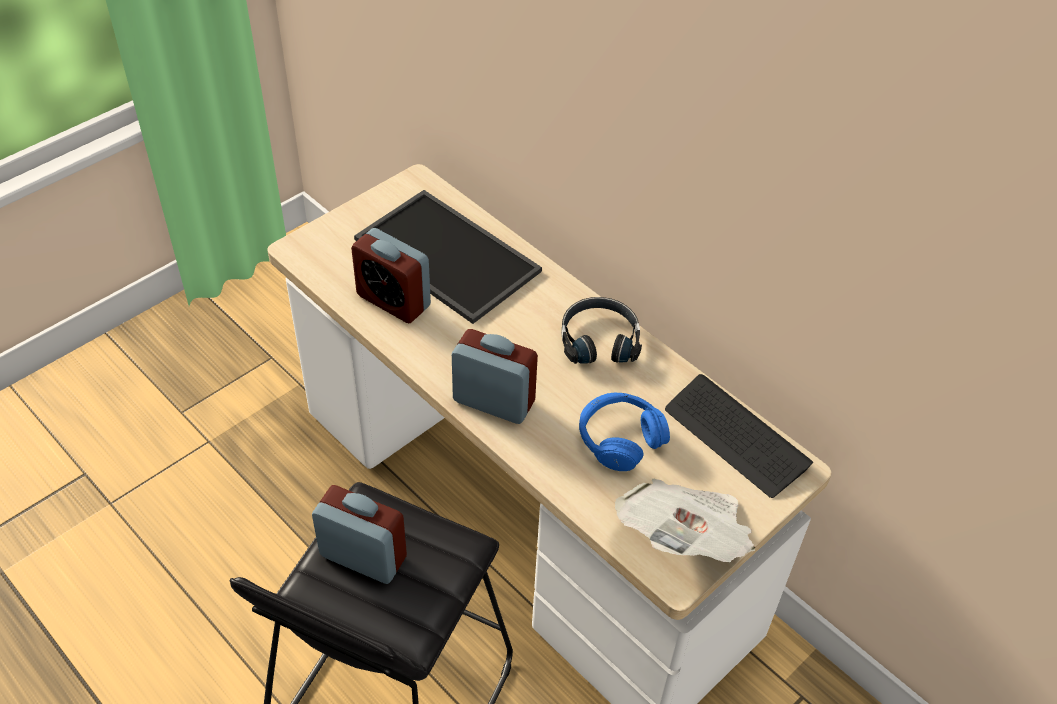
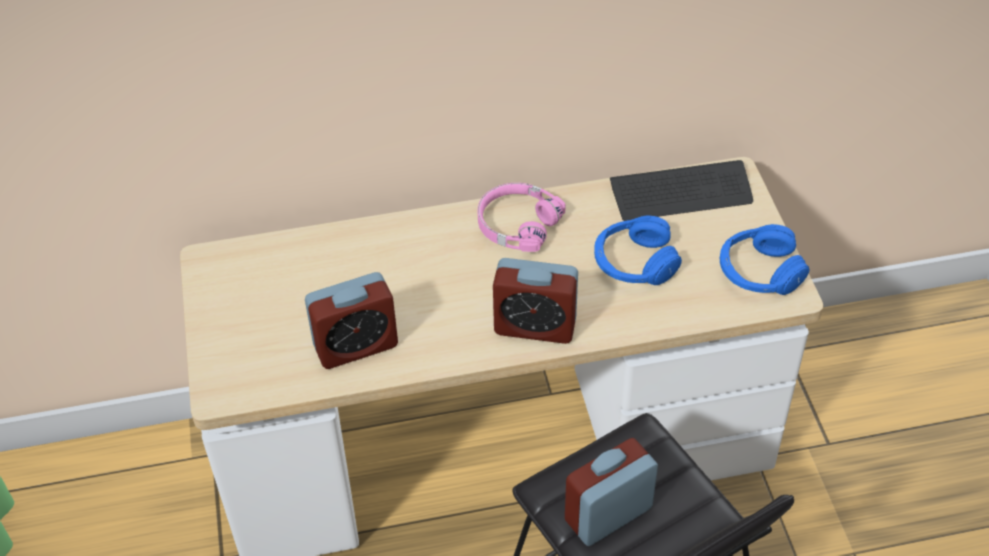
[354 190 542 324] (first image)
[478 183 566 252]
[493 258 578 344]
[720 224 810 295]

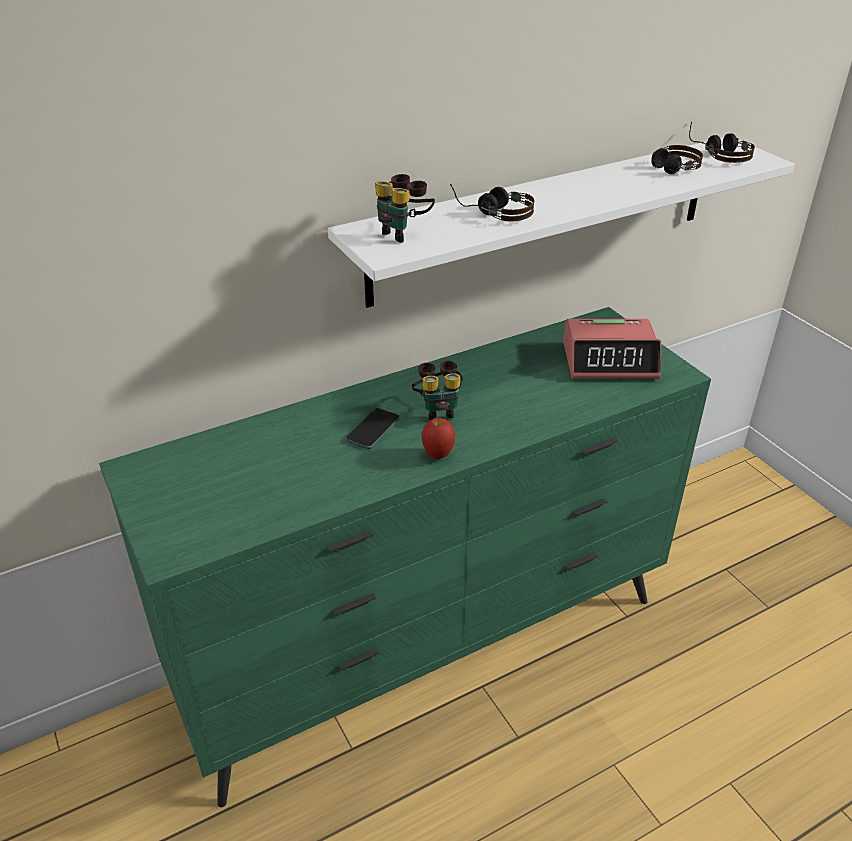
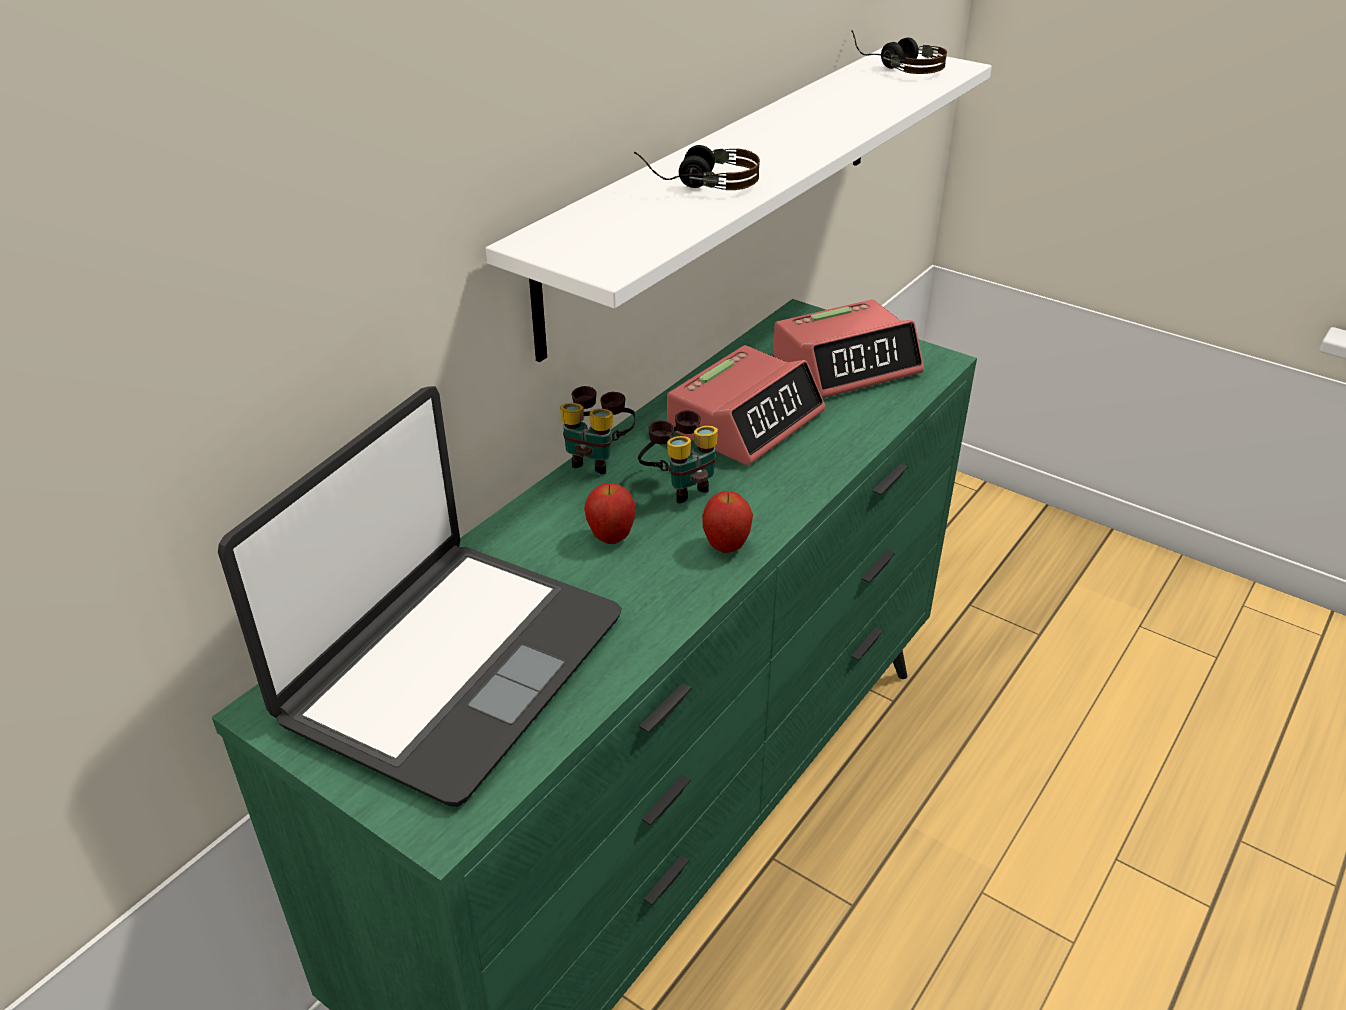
[651 145 703 174] (first image)
[560 386 635 474]
[584 483 636 544]
[667 345 825 465]
[218 386 621 807]

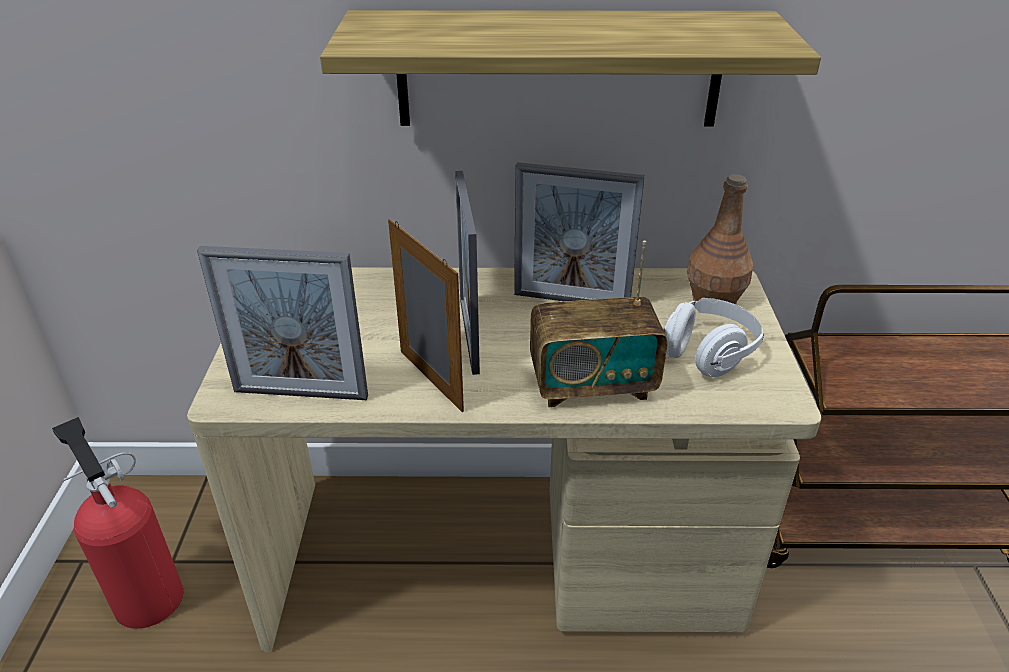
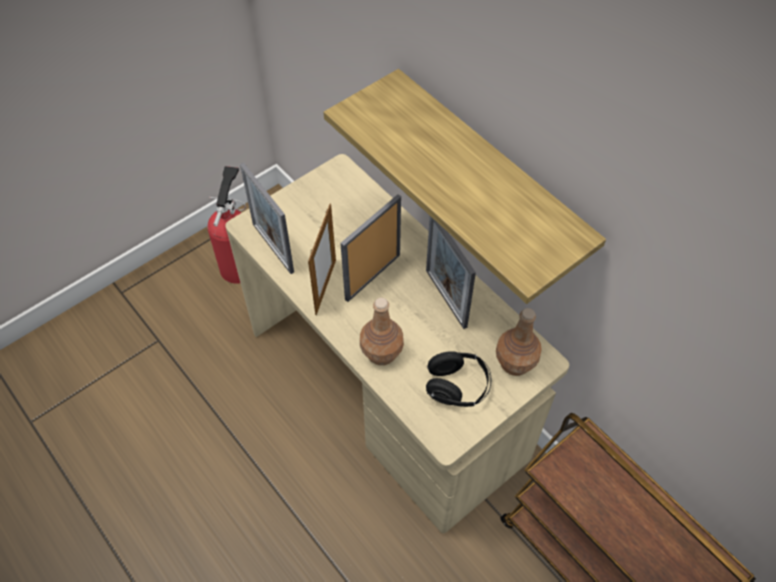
[360 297 404 365]
[426 351 491 407]

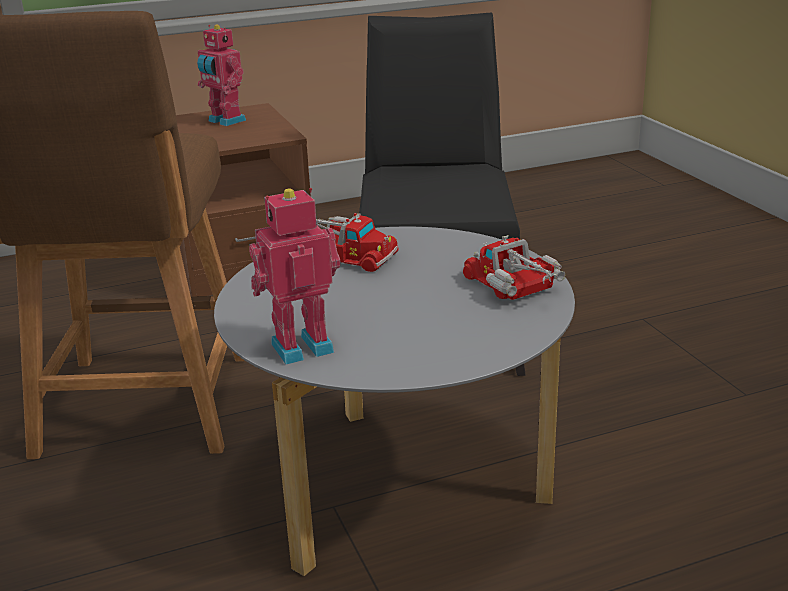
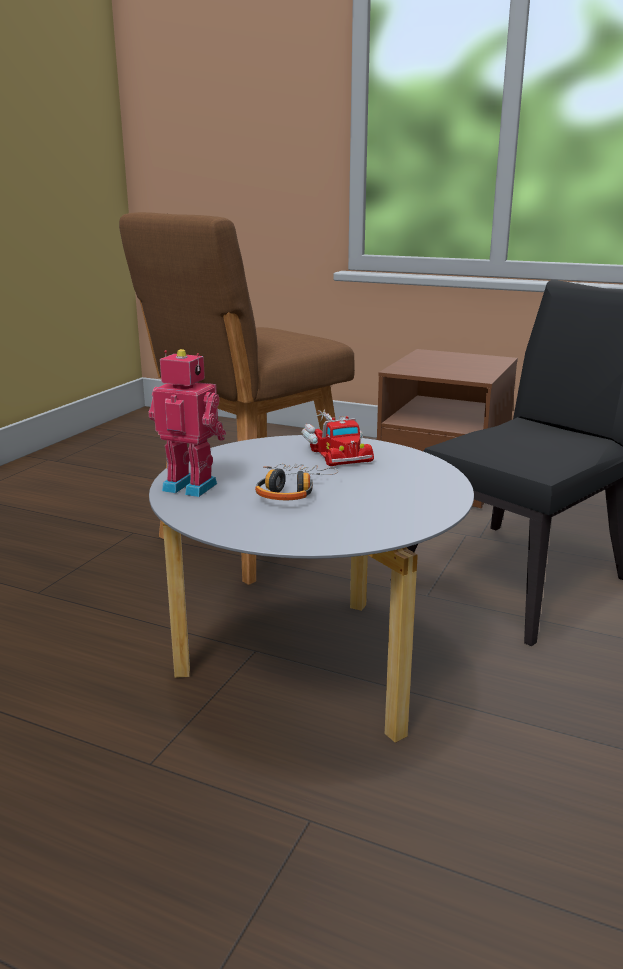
[197 25 246 126] (first image)
[463 235 566 300] (first image)
[255 464 338 500]

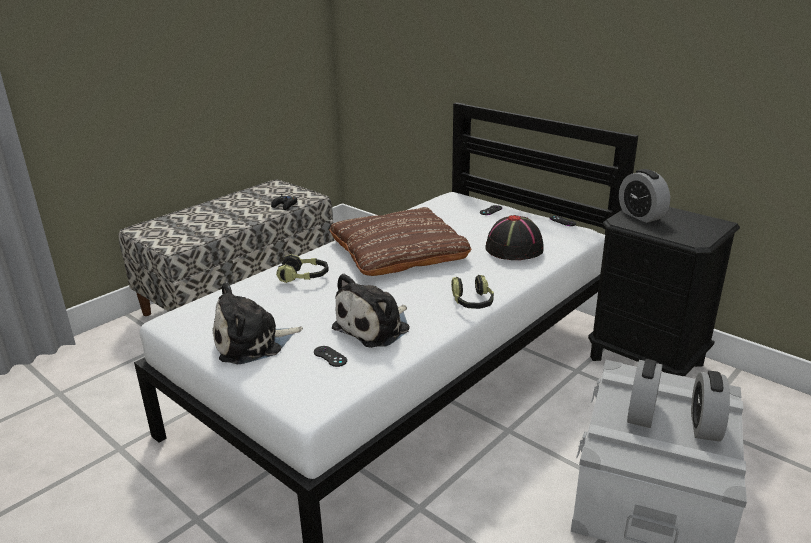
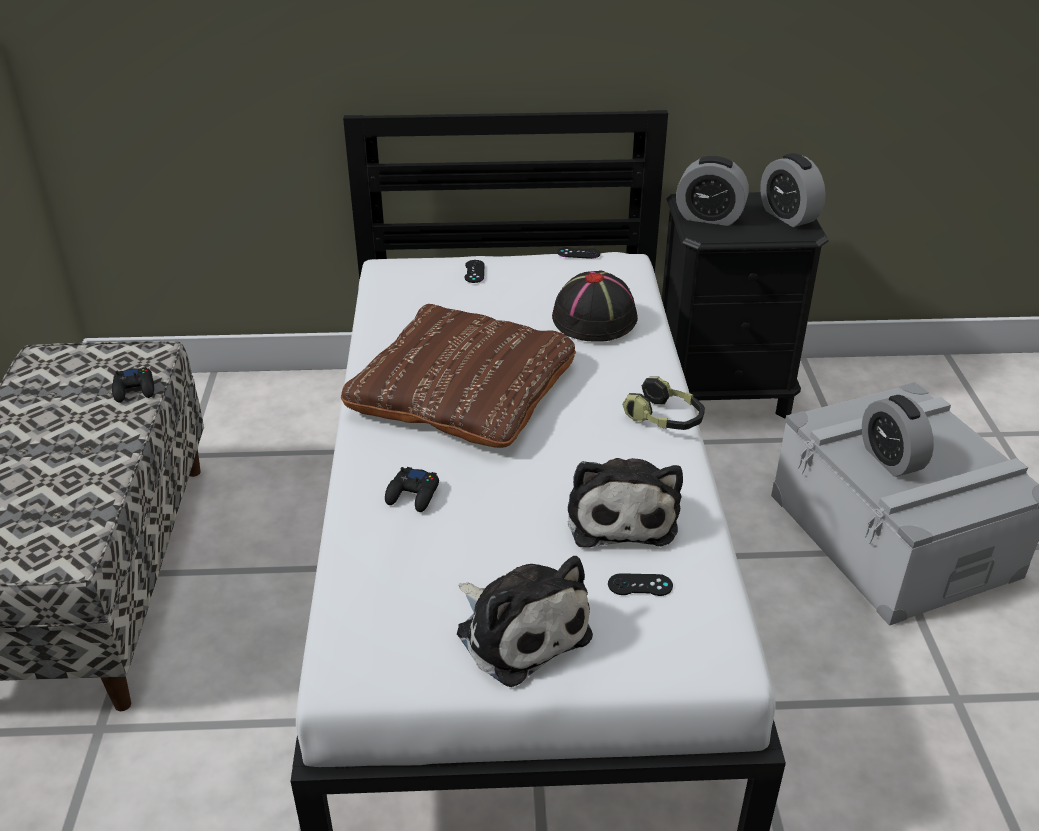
[385 467 439 512]
[457 556 593 687]
[760 153 826 227]

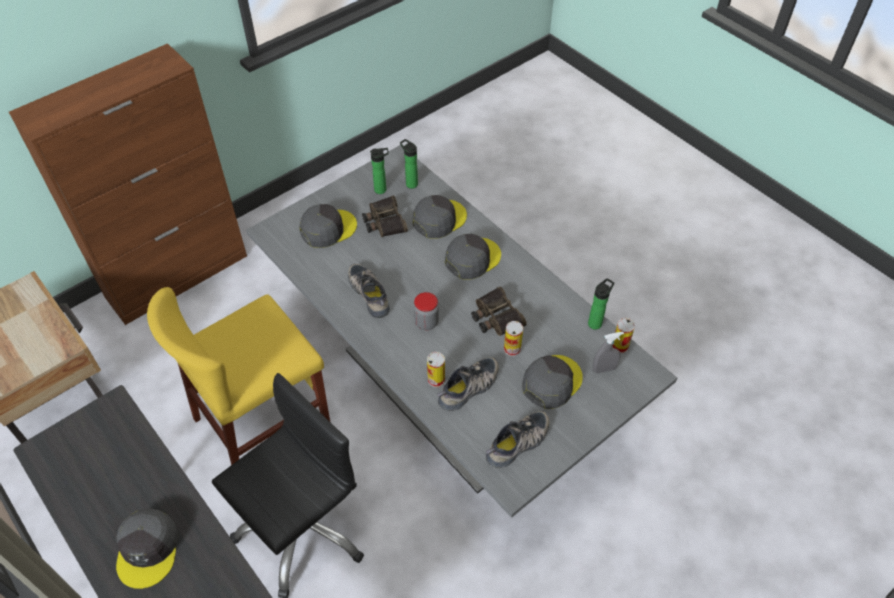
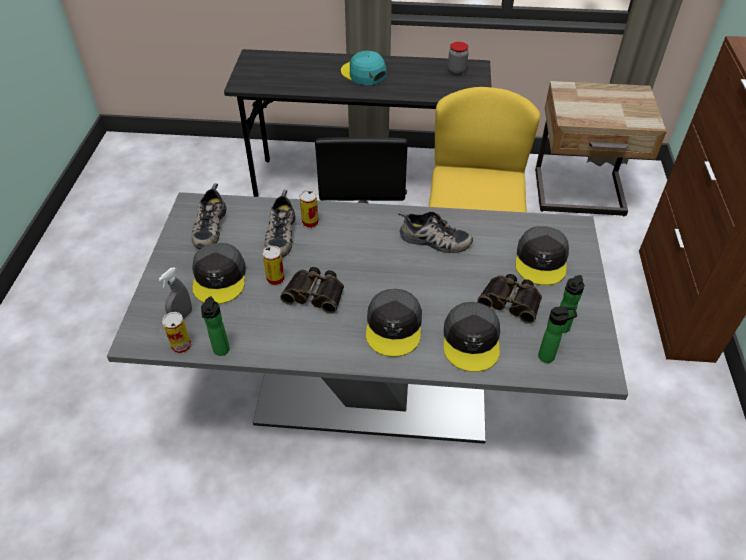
[448 42 469 75]
[341 50 387 85]

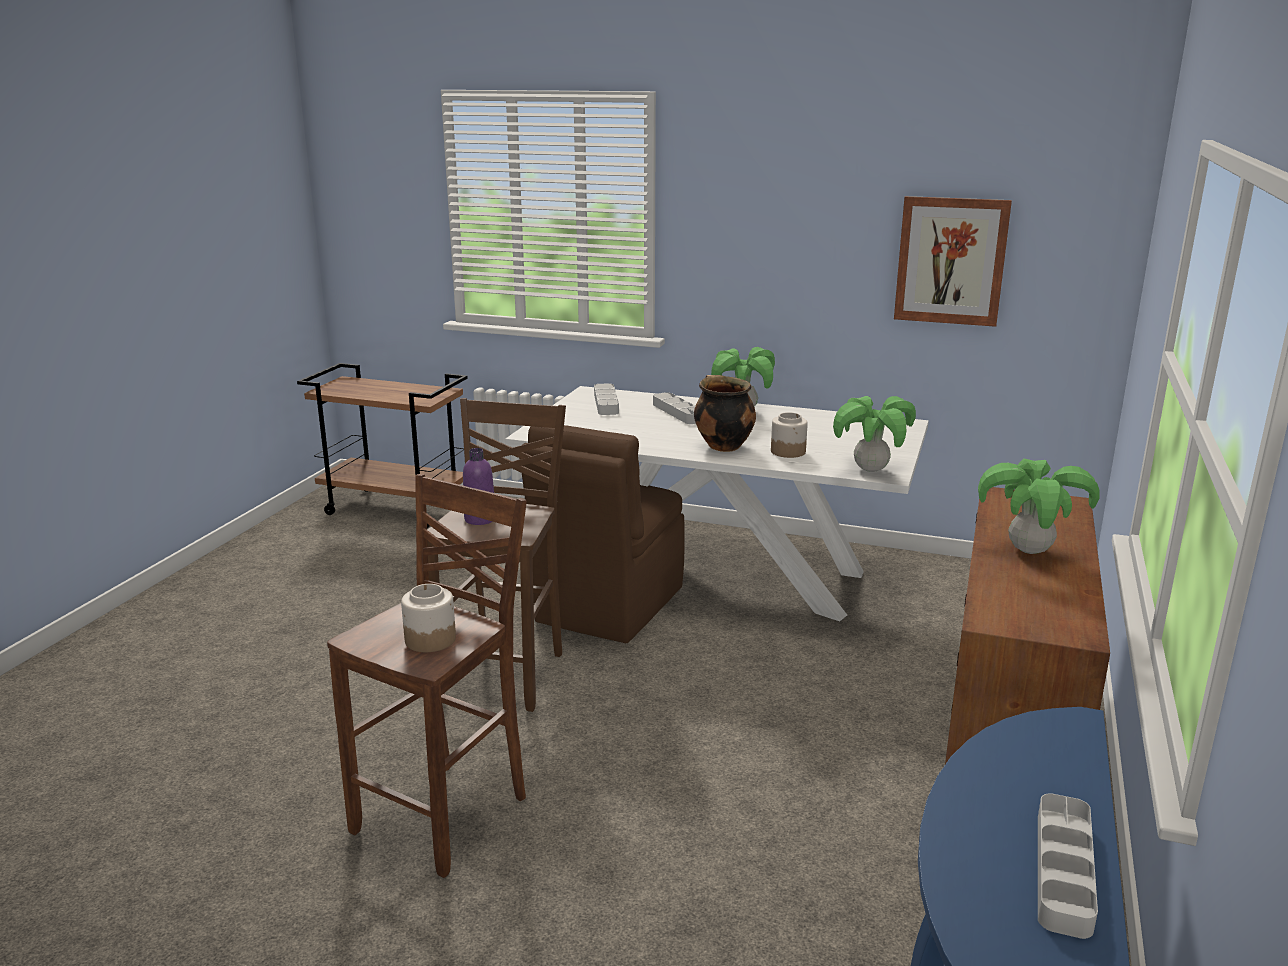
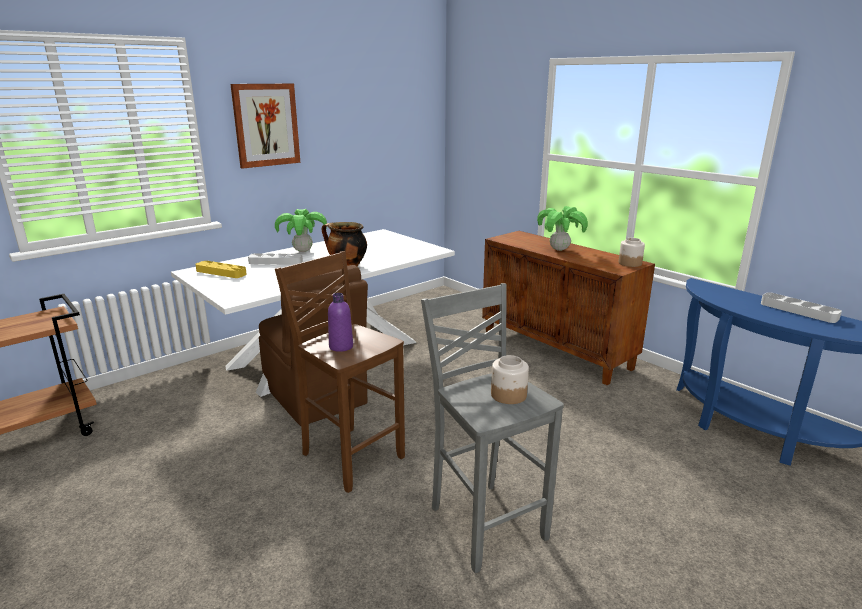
[231 84 300 169]
[195 261 247 278]
[833 396 916 472] (first image)
[618 238 645 267]
[421 283 564 573]

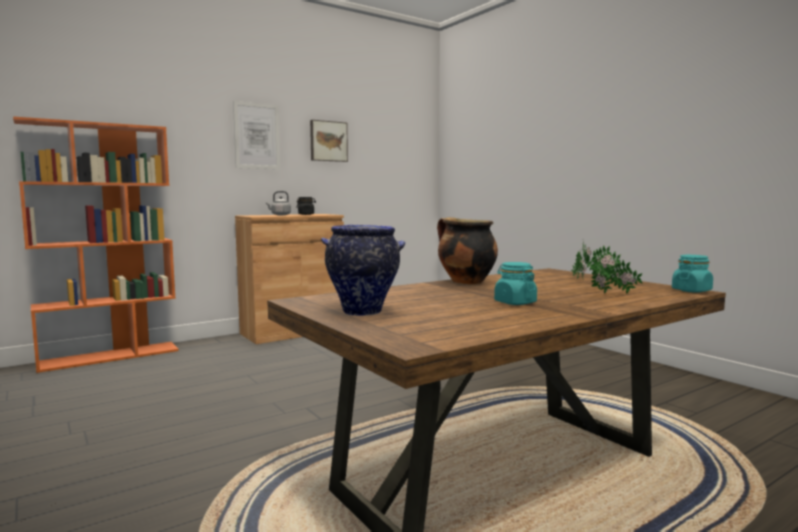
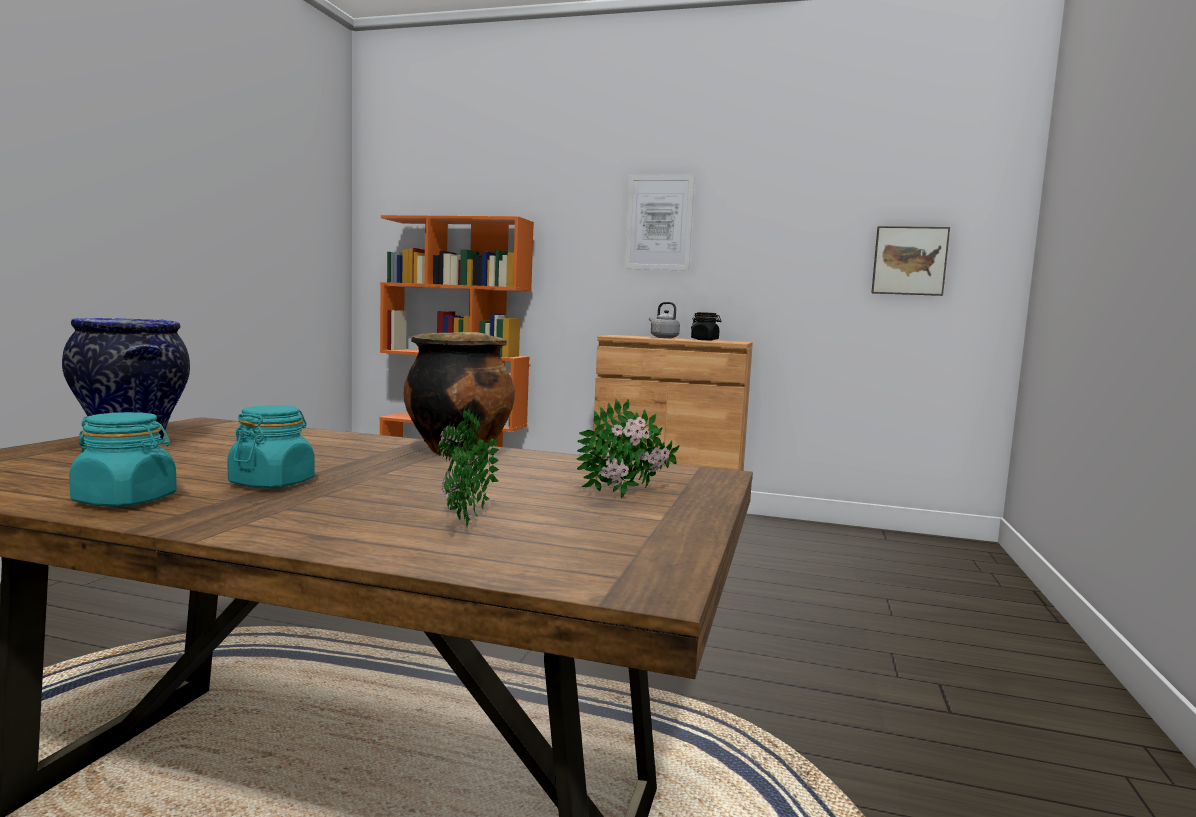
[871 226 950 296]
[69 412 177 507]

